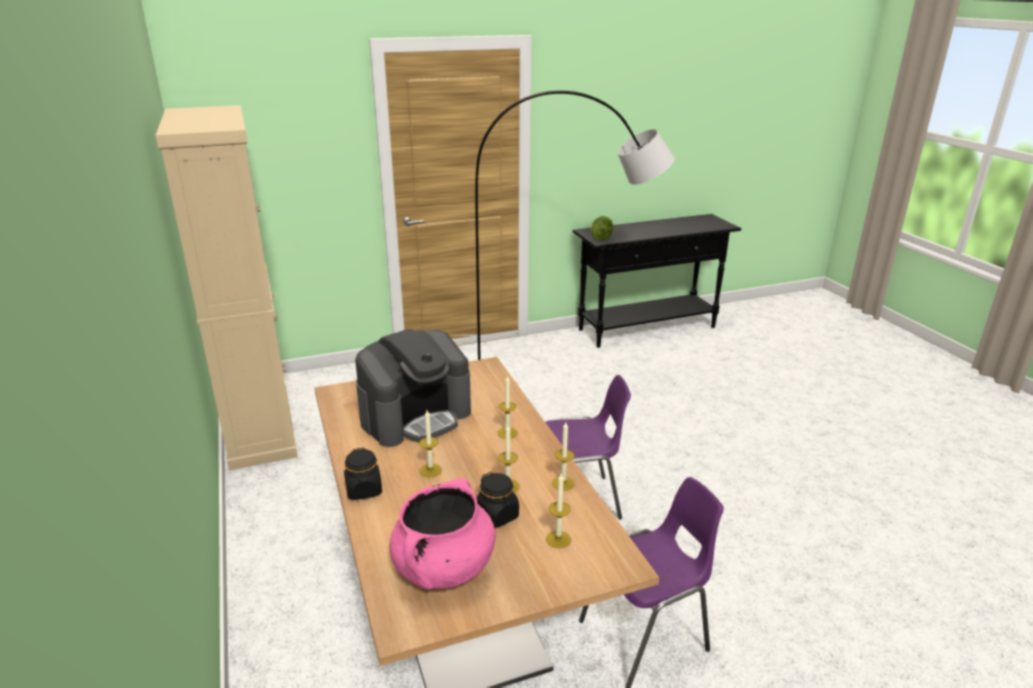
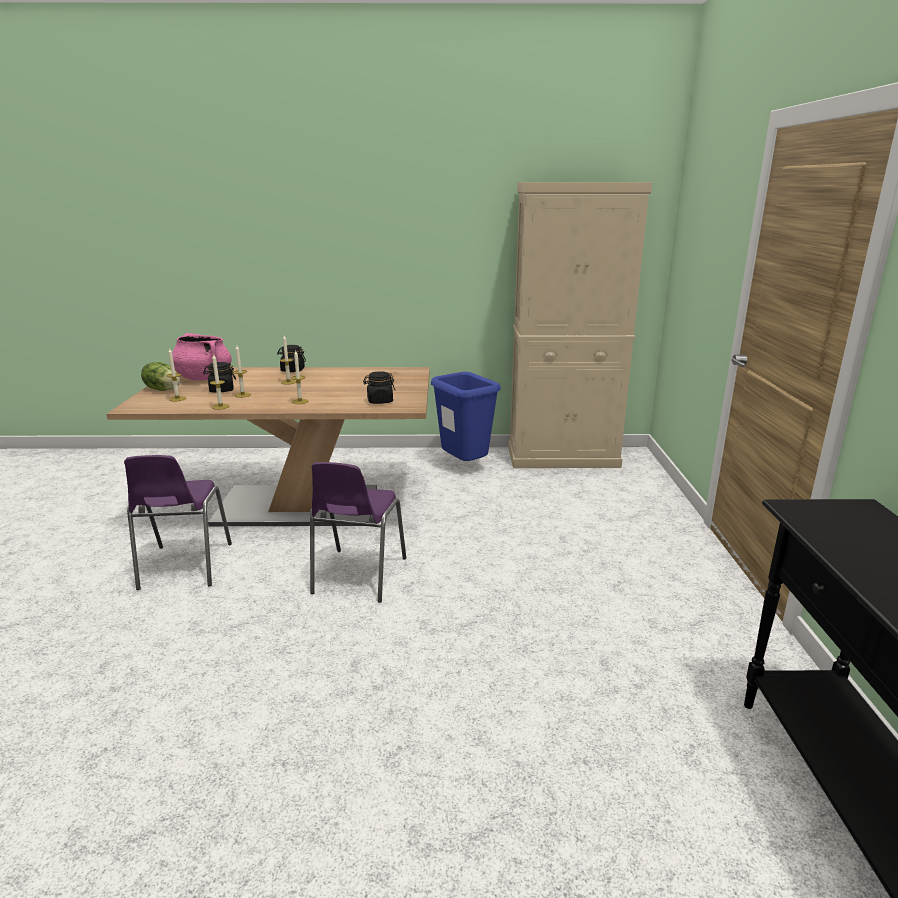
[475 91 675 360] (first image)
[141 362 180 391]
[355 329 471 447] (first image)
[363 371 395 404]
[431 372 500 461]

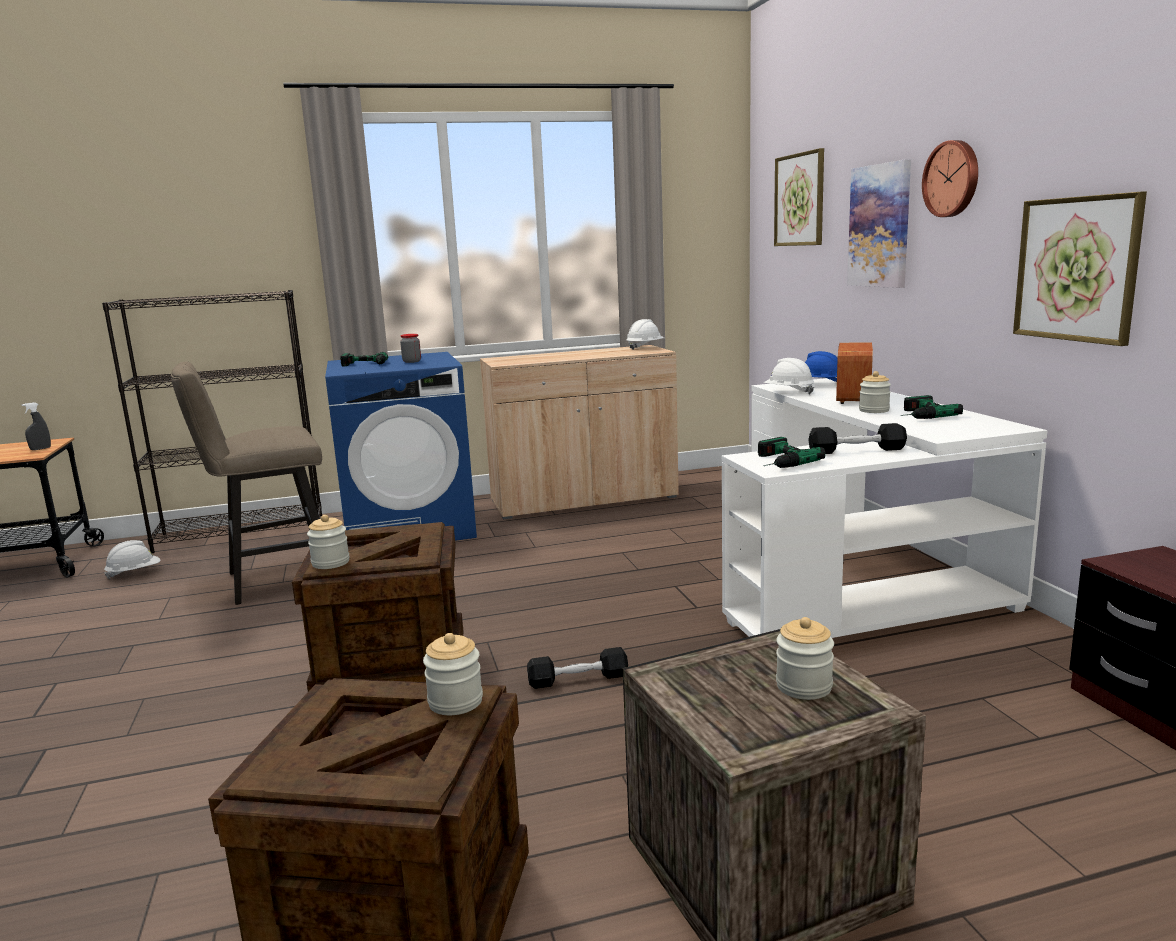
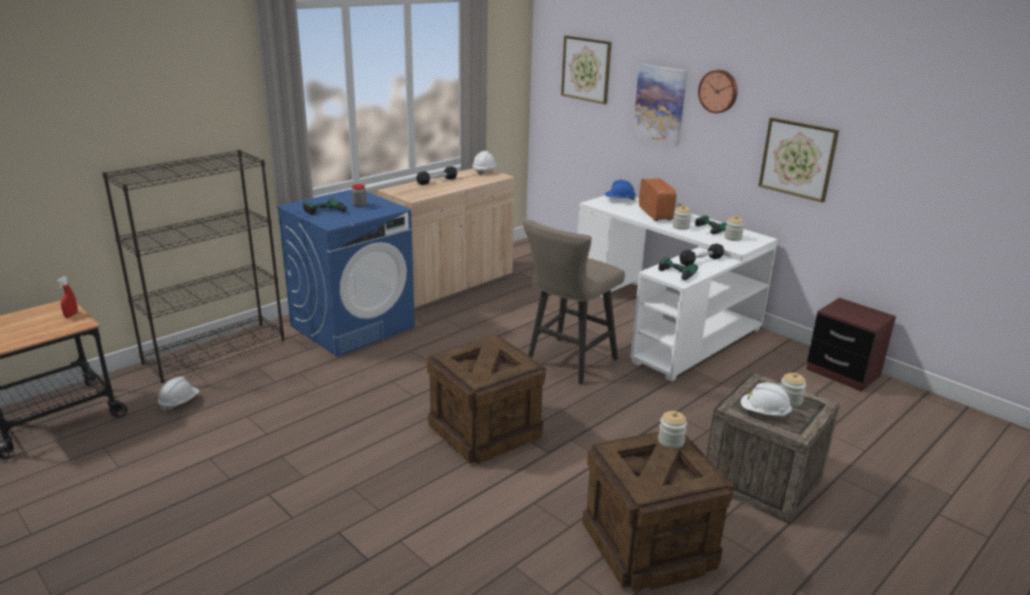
[741 383 792 417]
[523 220 625 384]
[57 277 78 318]
[724 216 745 241]
[416 166 457 185]

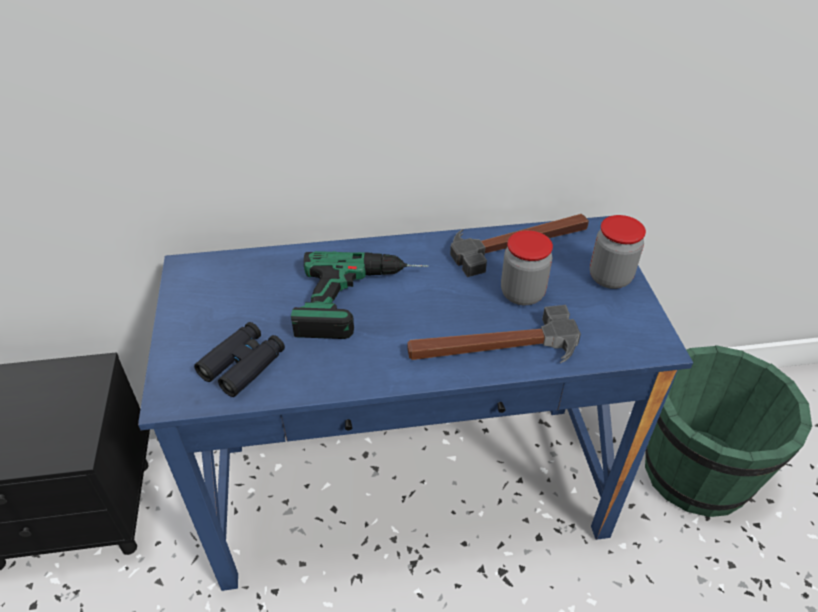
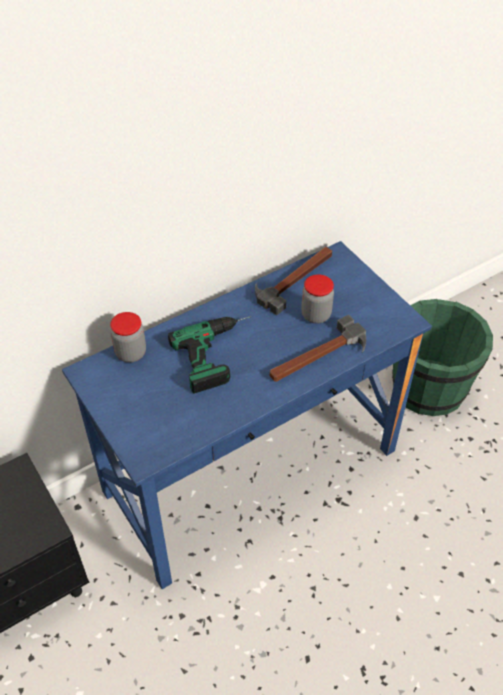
[110 312 146 362]
[194 322 285 397] (first image)

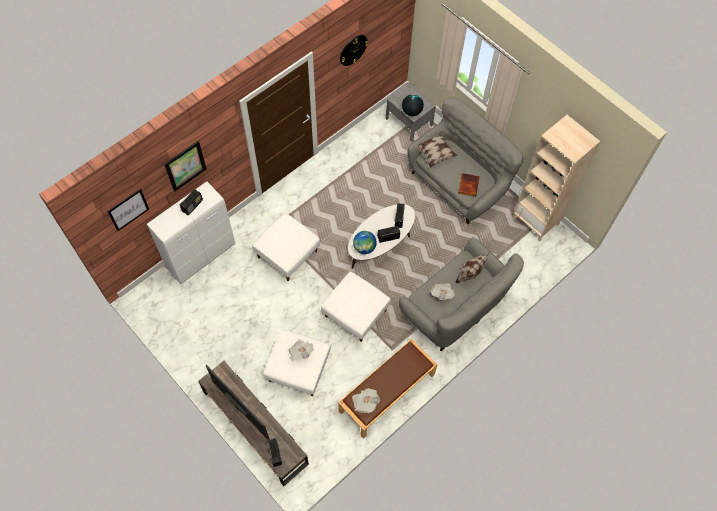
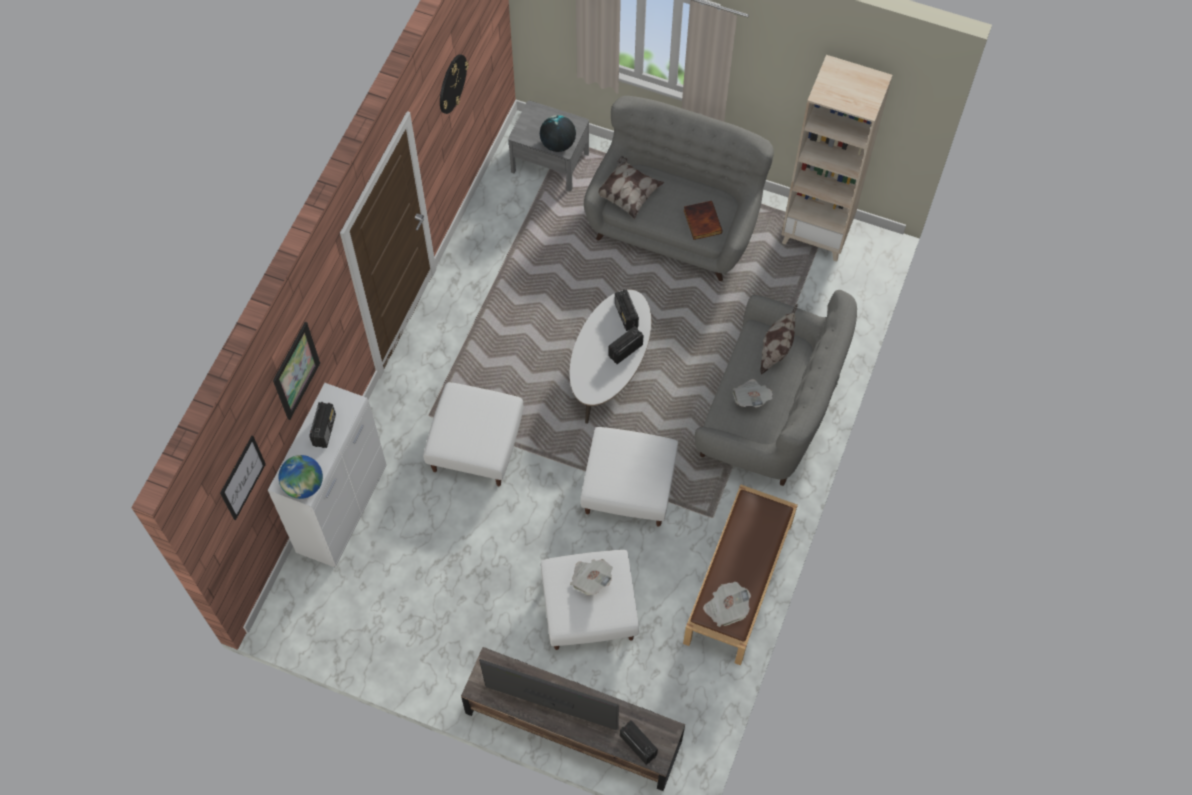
[278 455 323 499]

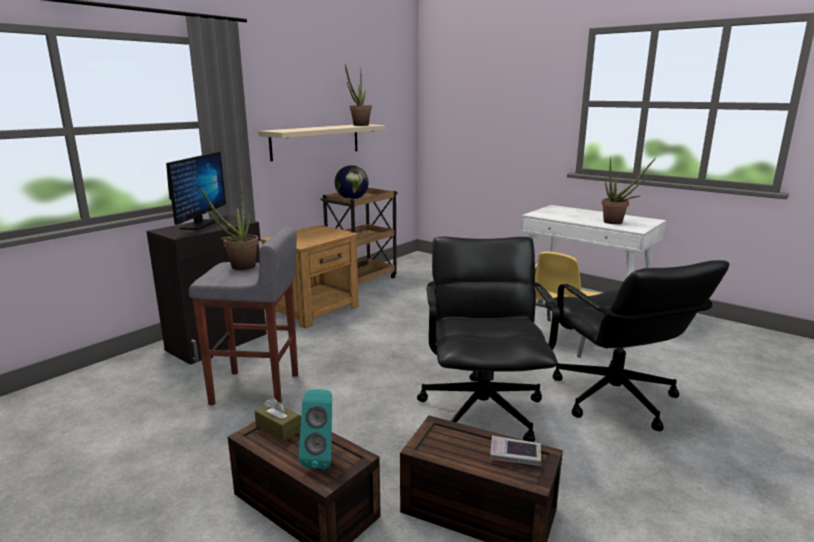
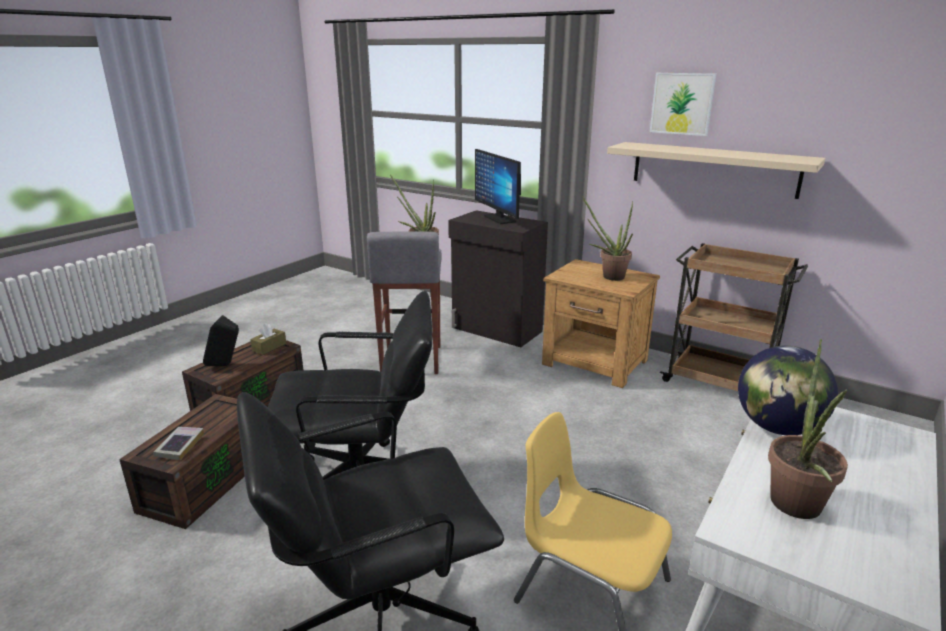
[583 197 633 281]
[475 149 521 224]
[738 346 838 435]
[203 315 239 366]
[650 73 716 136]

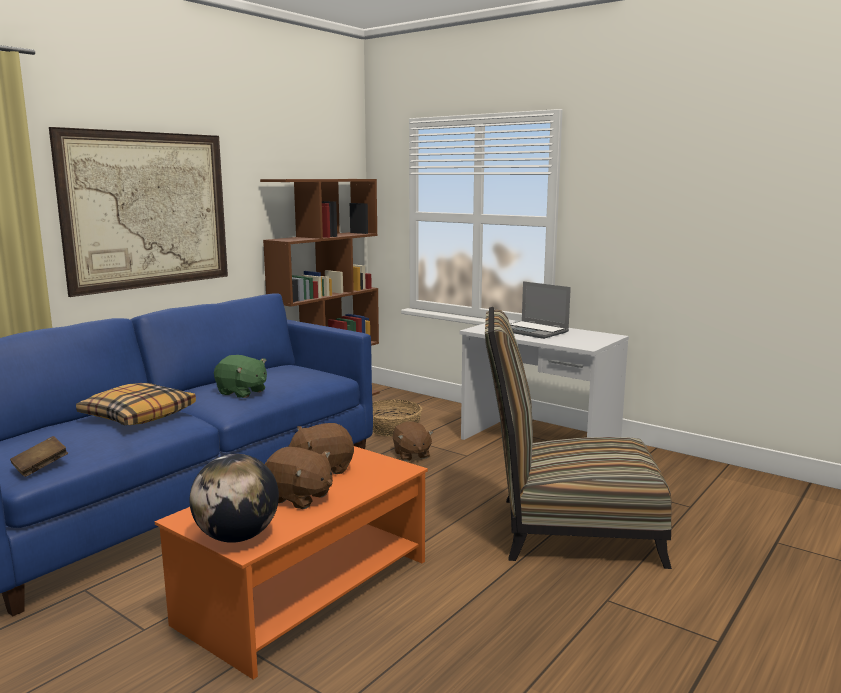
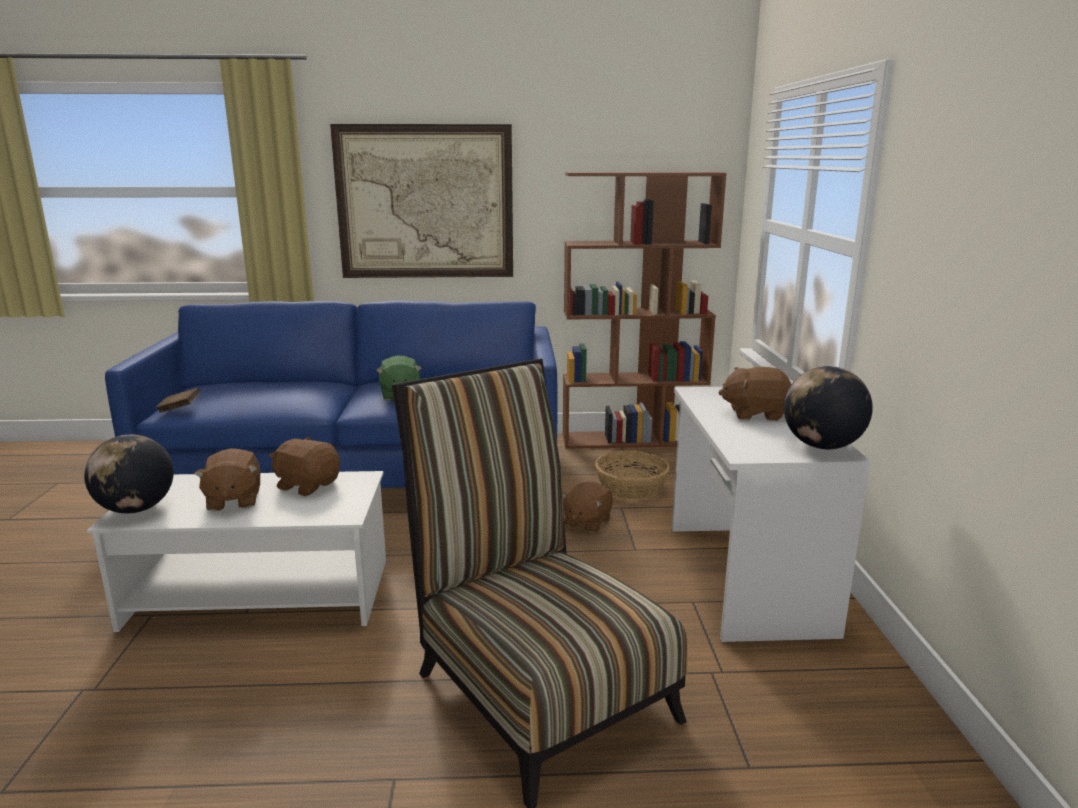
[718 367 791 421]
[76 383 196 425] (first image)
[87 471 386 632]
[784 366 873 449]

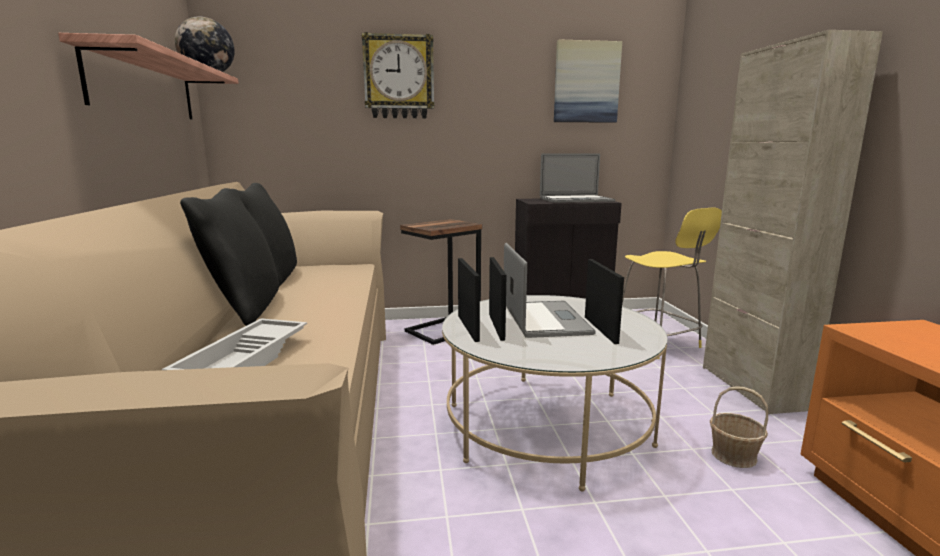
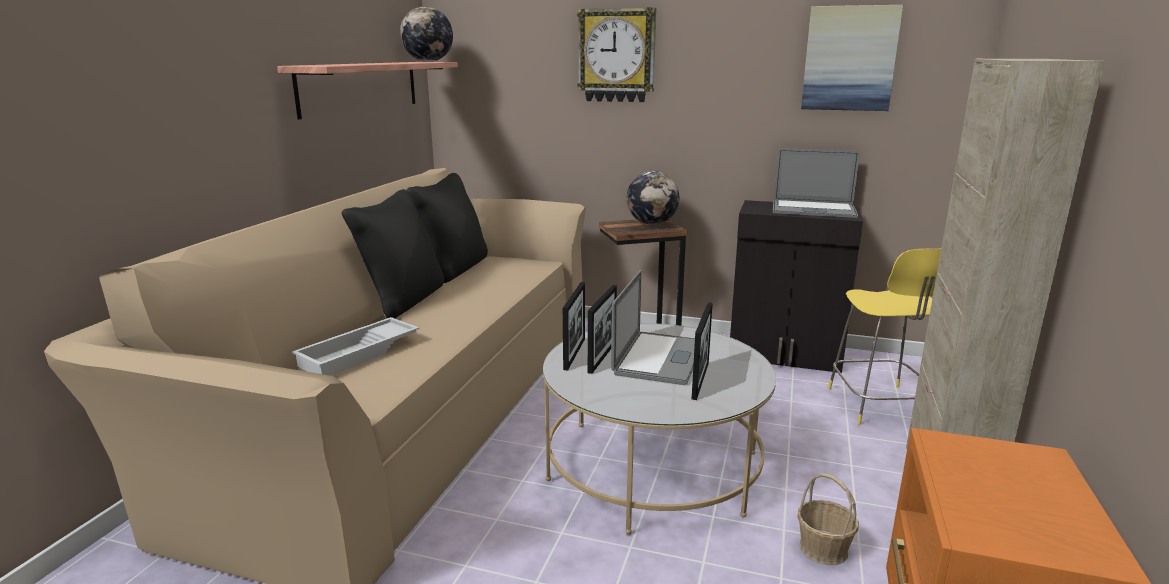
[626 171 679 225]

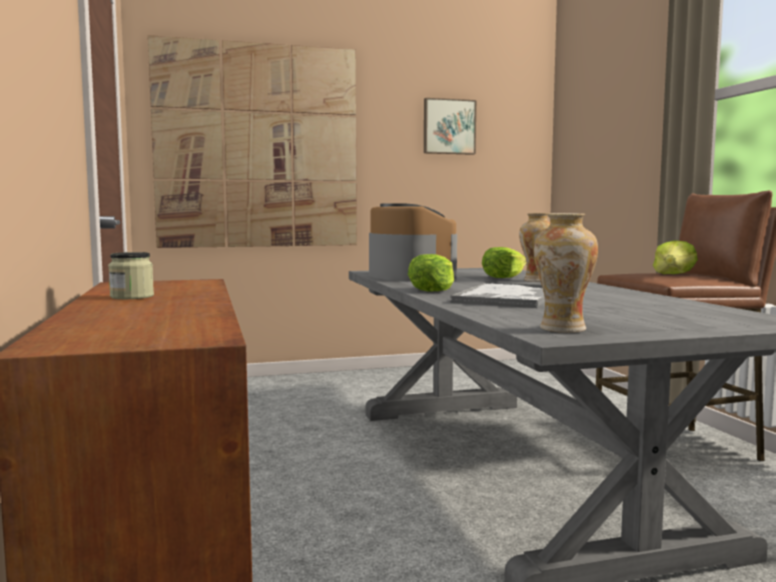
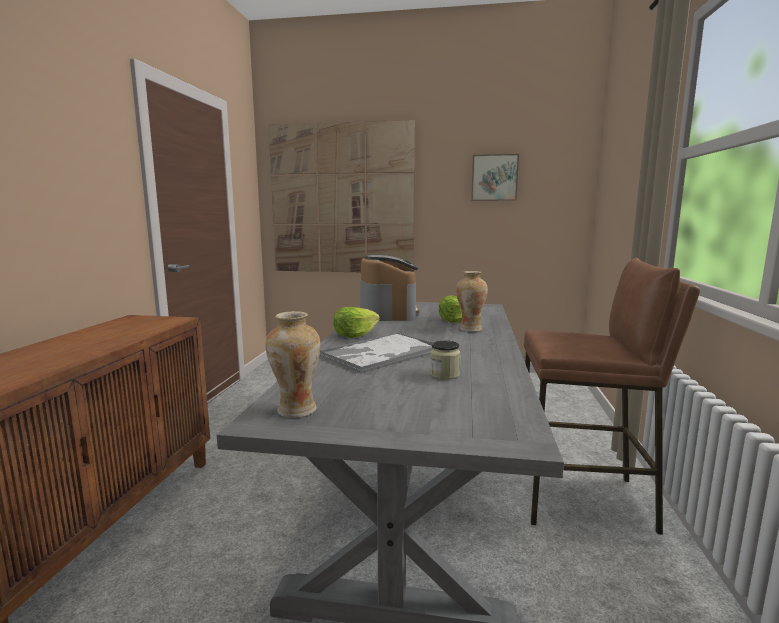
[653 240 698 274] (first image)
[430 340 461 380]

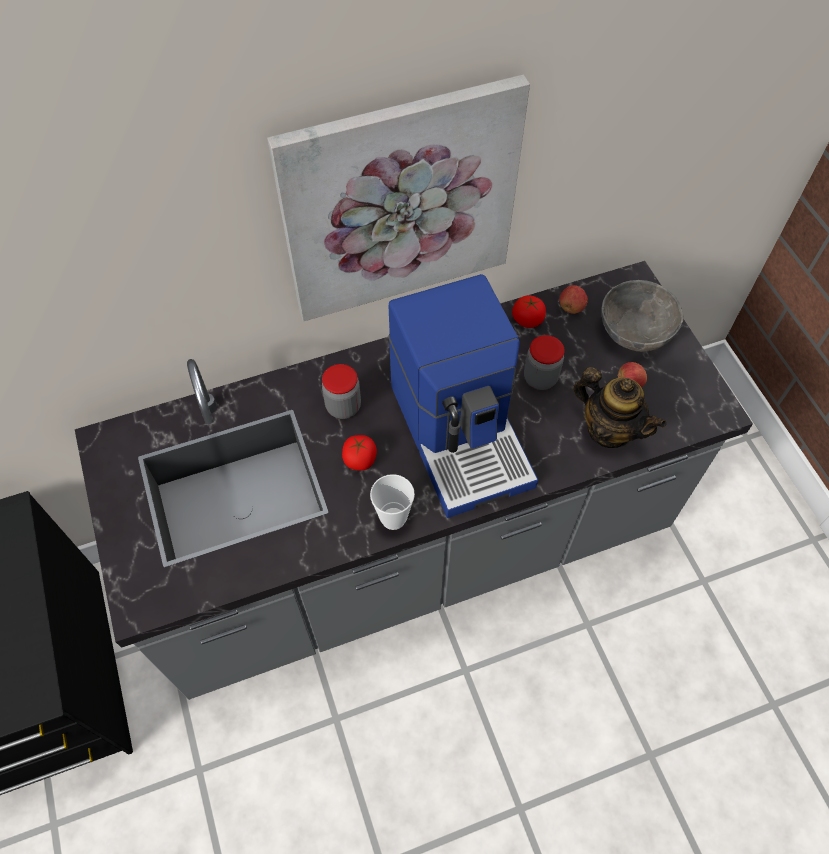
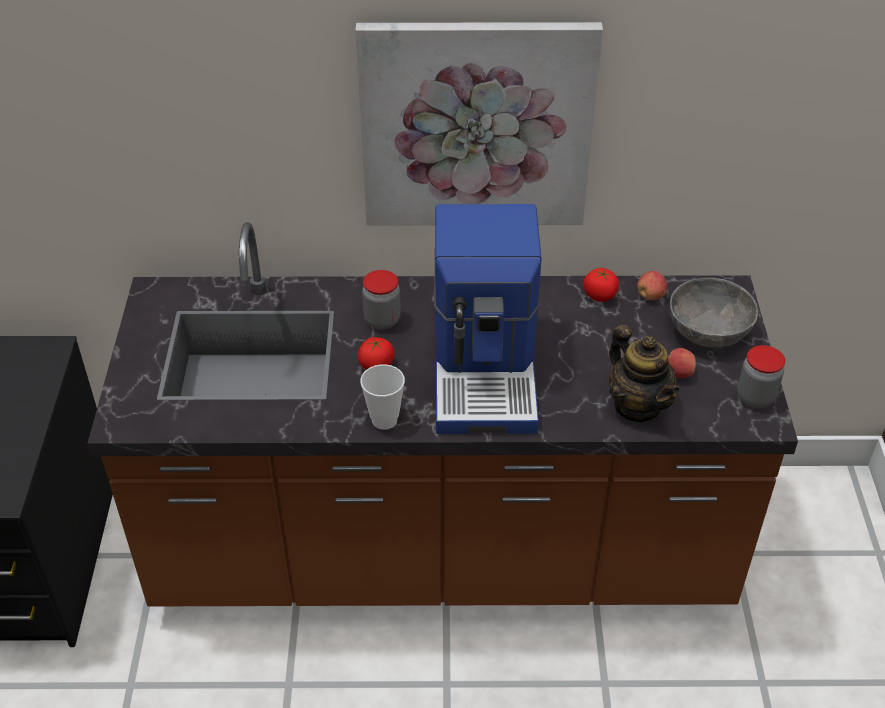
[87 222 798 606]
[737 345 785 408]

